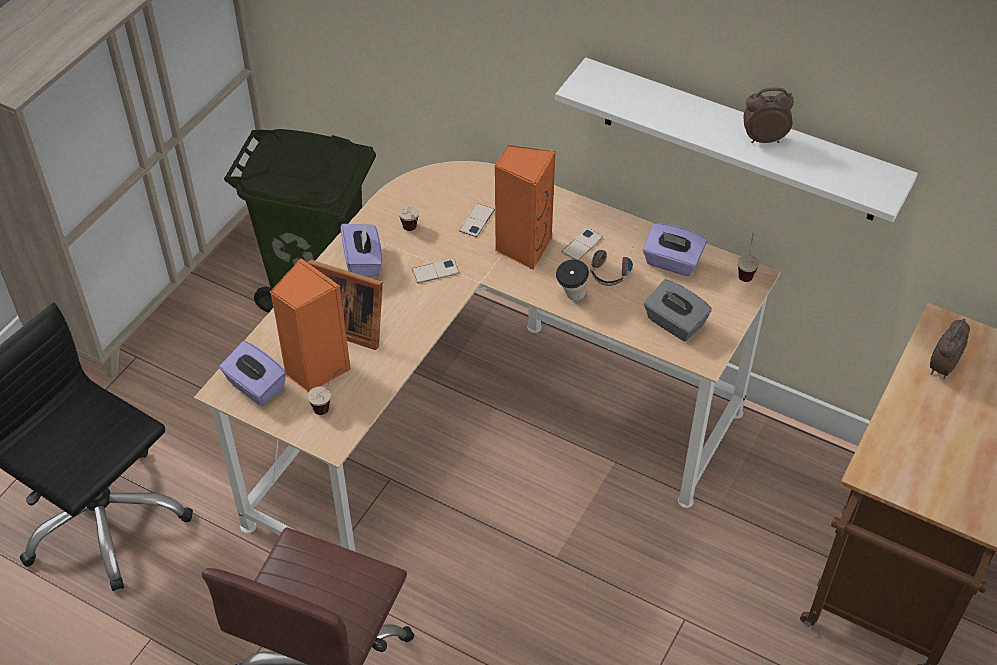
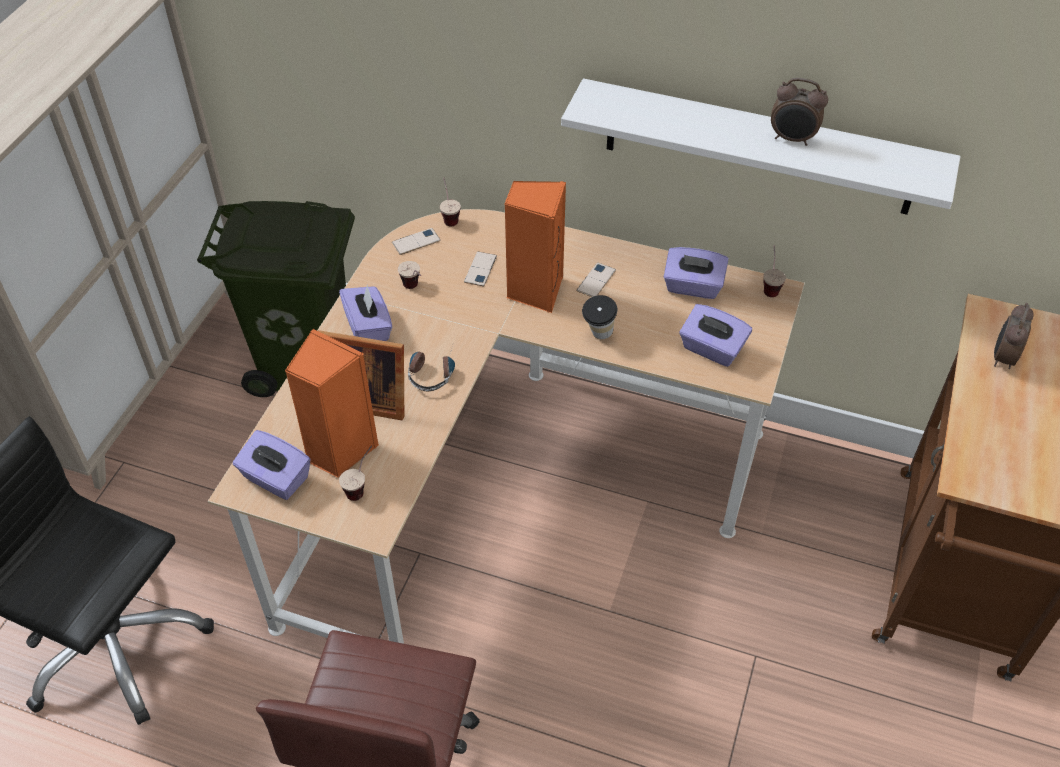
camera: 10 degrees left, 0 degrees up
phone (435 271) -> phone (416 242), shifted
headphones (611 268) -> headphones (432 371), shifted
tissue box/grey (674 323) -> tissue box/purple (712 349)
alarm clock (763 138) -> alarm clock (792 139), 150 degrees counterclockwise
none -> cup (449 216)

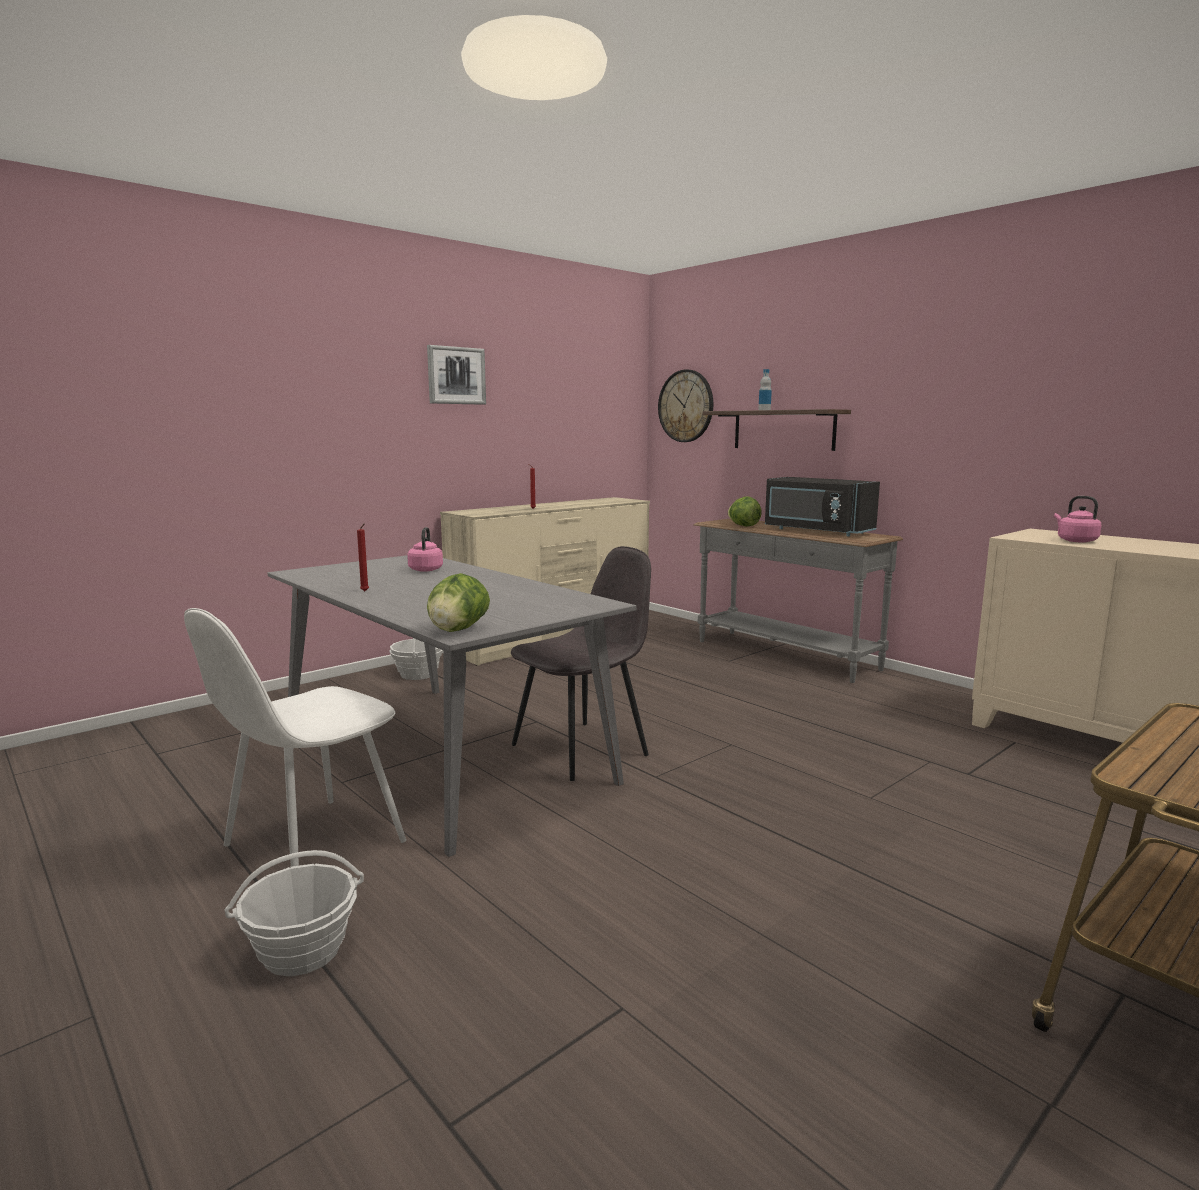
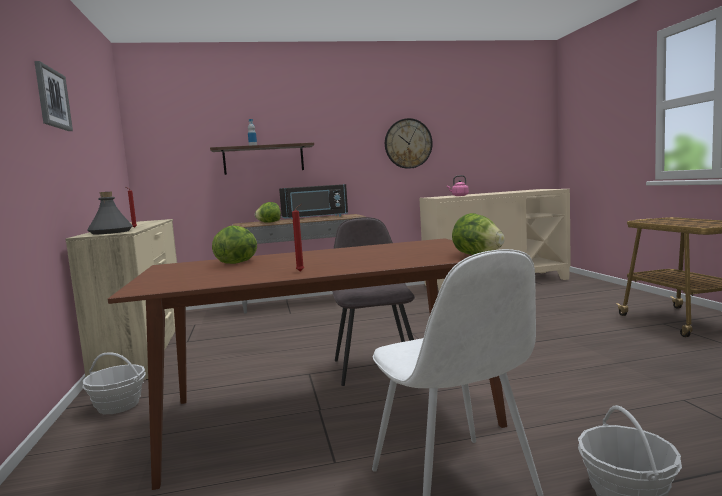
camera: 60 degrees left, 5 degrees down
dining table/grey (443 755) -> dining table/brown (329 412)
kettle/pink (426 569) -> lettuce (238 263)
wall clock (686 406) -> wall clock (408 143), shifted
none -> bottle/grey (111 232)

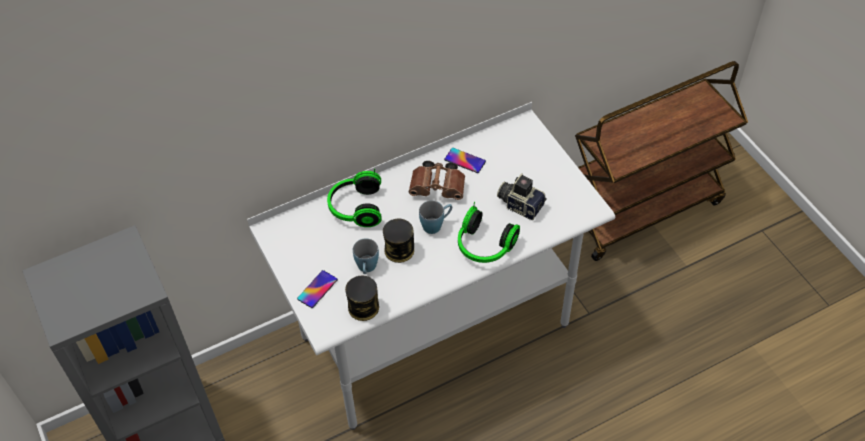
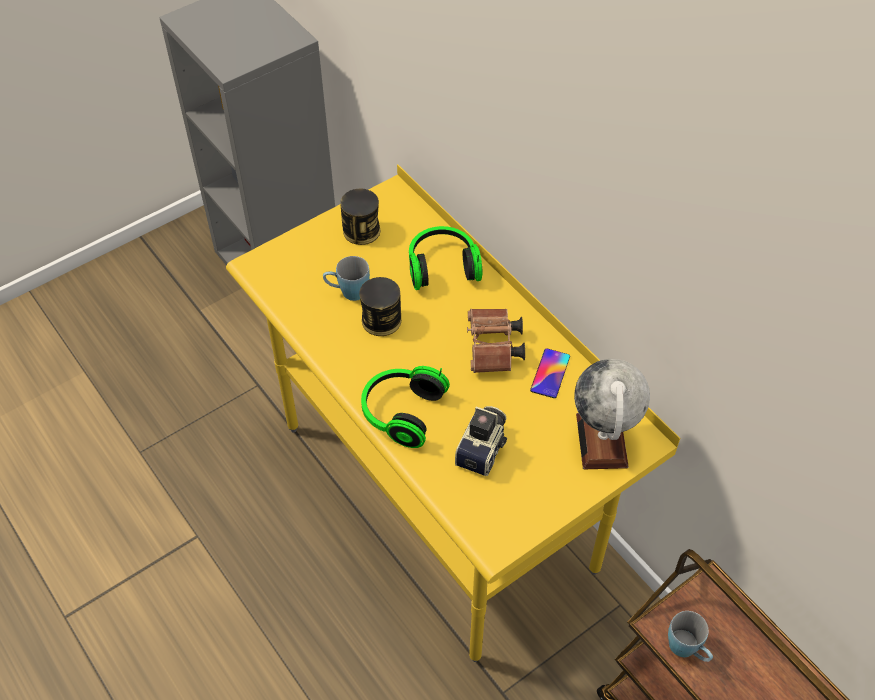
camera: 80 degrees right, 0 degrees up
desk/white (435 331) -> desk/yellow (438 497)
phone (317 289) -> none
can (363 307) -> can (361 231), shifted
mug/blue (436 224) -> mug/blue (687 650), shifted
none -> globe (602 440)

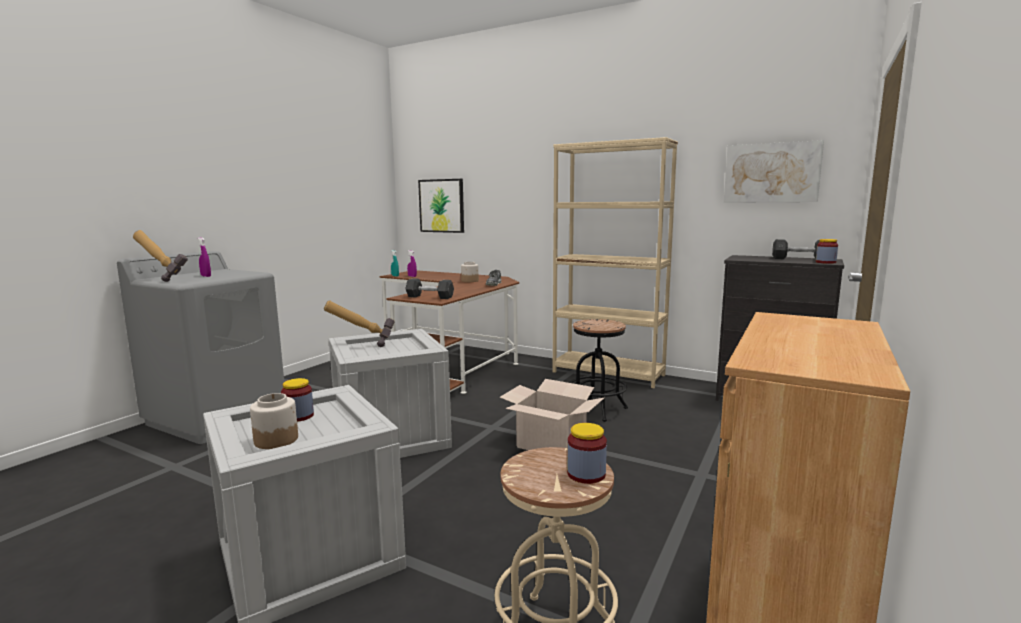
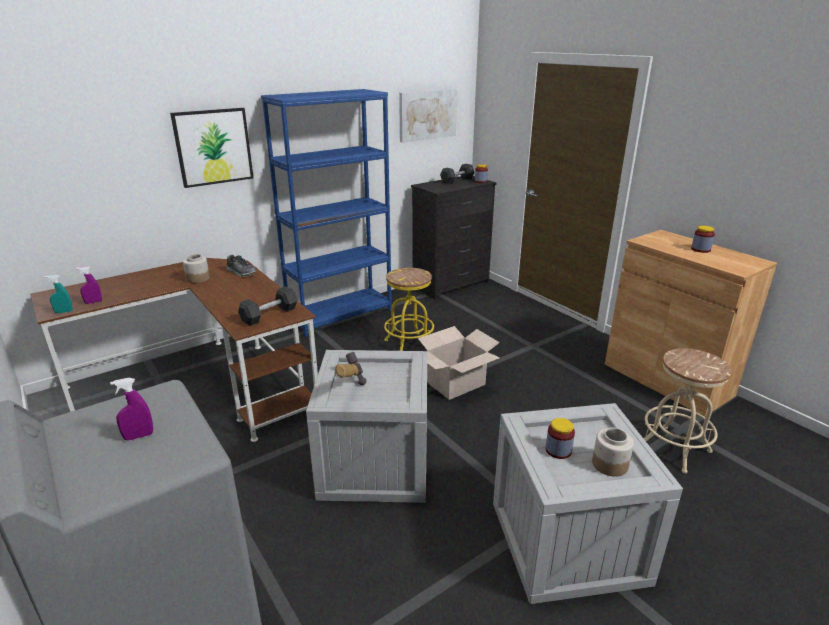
camera: 65 degrees left, 15 degrees up
hammer (164 279) -> none
picture (441 206) -> picture (213 147), shifted
bookcase/beige (608 374) -> bookcase/blue (340 315)
jar (586 474) -> jar (700 249), shifted
stool/black (597 409) -> stool/yellow (409 345)

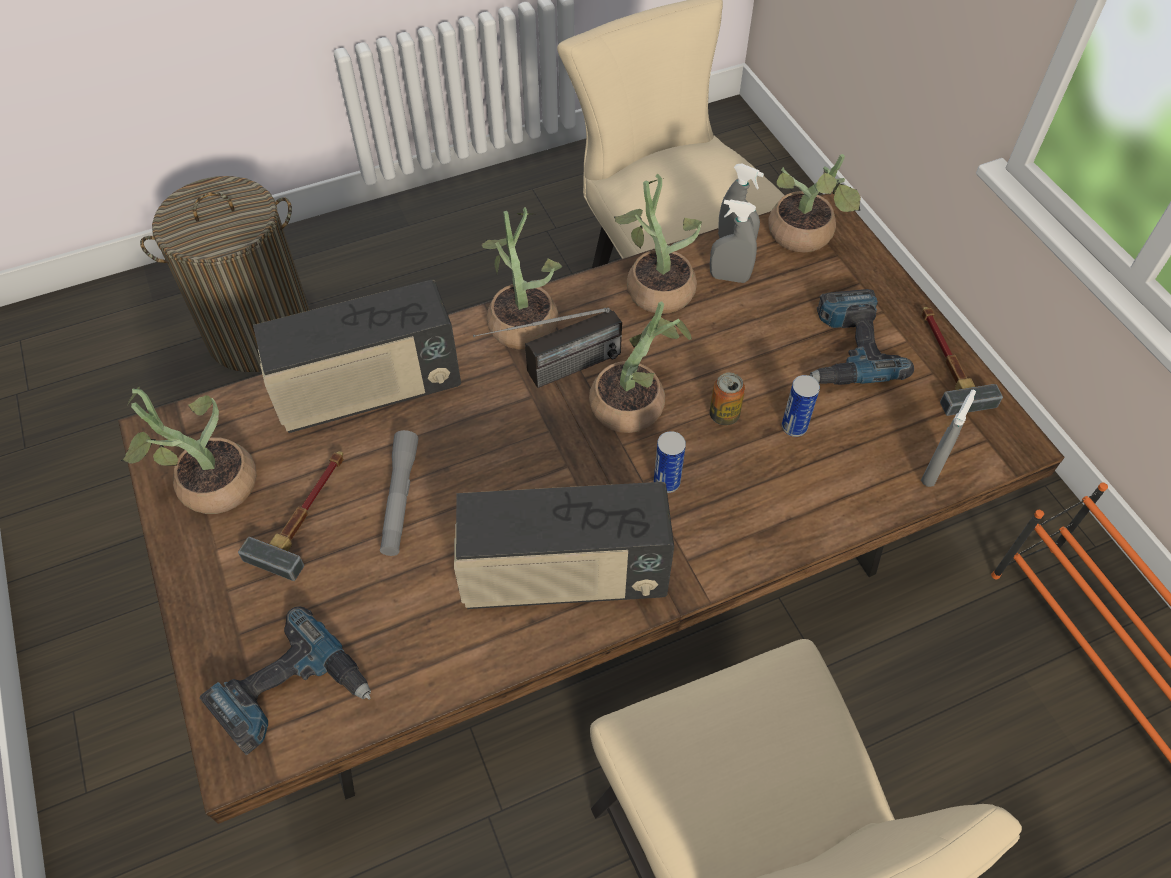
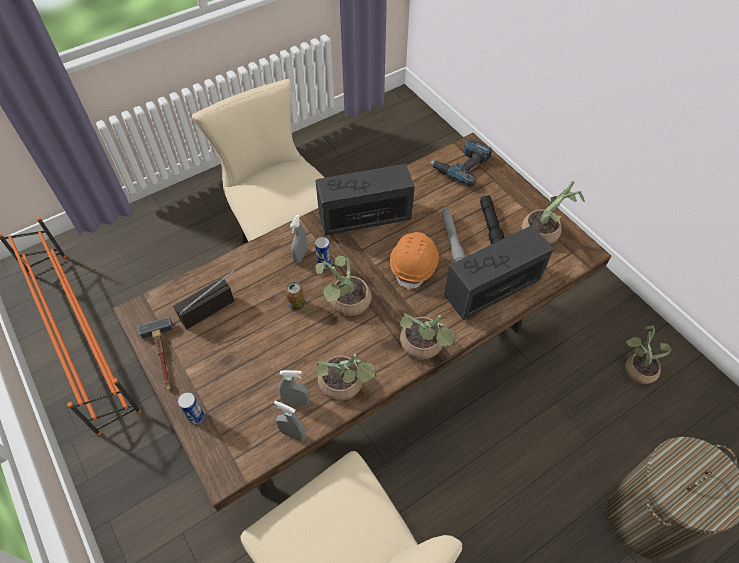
camera: 170 degrees right, 0 degrees up
hammer (307 512) -> flashlight/black (491 227)
radio (552 374) -> radio (220 302), shifted
potted plant (804 238) -> potted plant (637 367), shifted
can (794 427) -> can (196 417), shifted
power drill (845 348) -> none
spray bottle/grey (932 471) -> spray bottle/grey (300 256), shifted
none -> hard hat/orange (414 265)

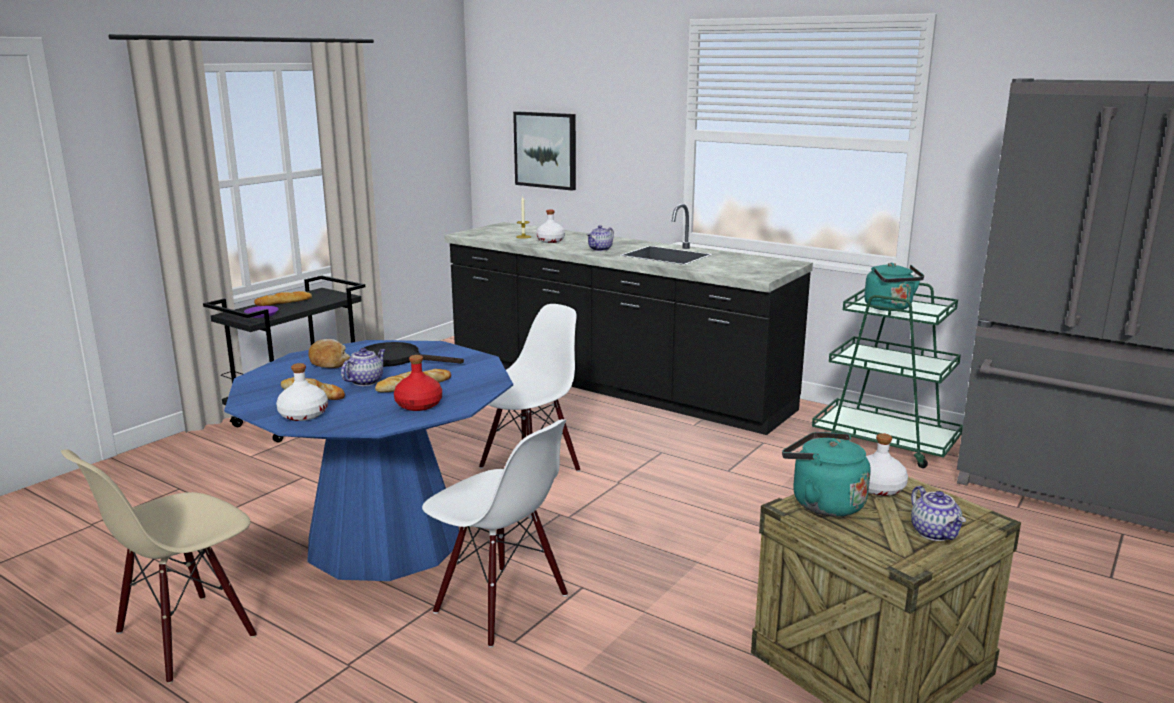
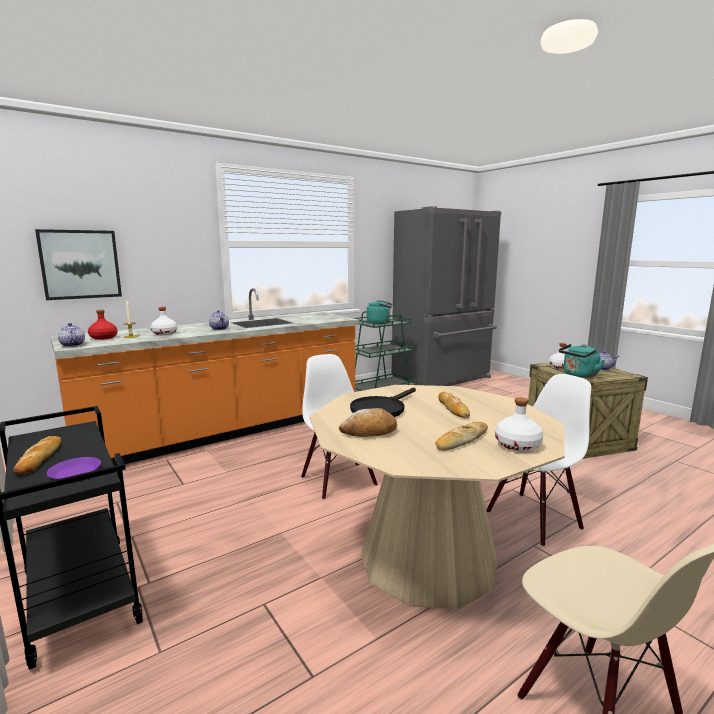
camera: 70 degrees left, 5 degrees down
dining table/blue (385 539) -> dining table/beige (428 558)
teapot (365 381) -> teapot (72 345), shifted
bottle/red (419 405) -> bottle/red (103 337), shifted
counter/black (614 385) -> counter/orange (228 431)

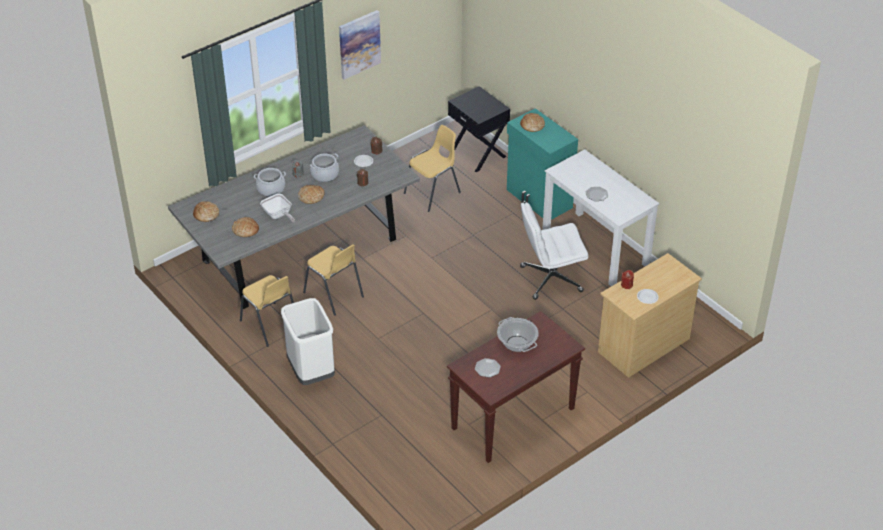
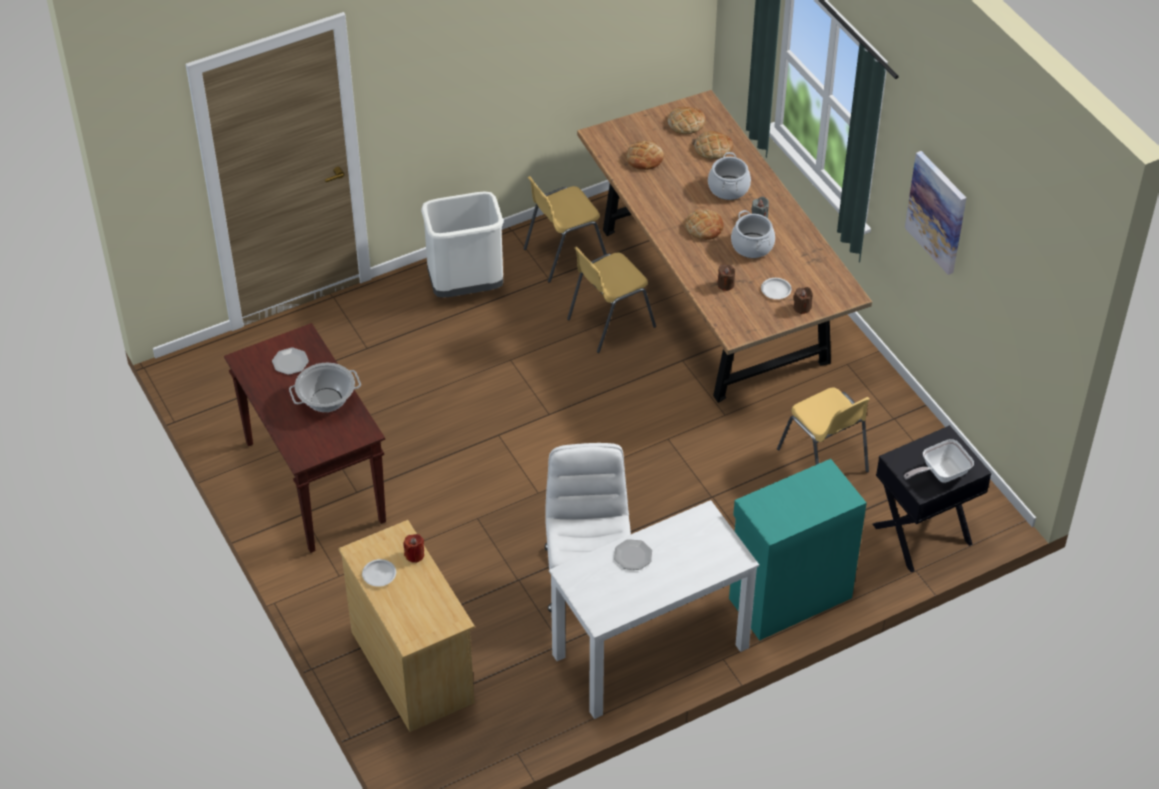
camera: 100 degrees right, 5 degrees up
dining table/grey (300 250) -> dining table/brown (713 295)
frying pan (278 215) -> frying pan (940 473), shifted
bread (532 125) -> bread (713 148), shifted

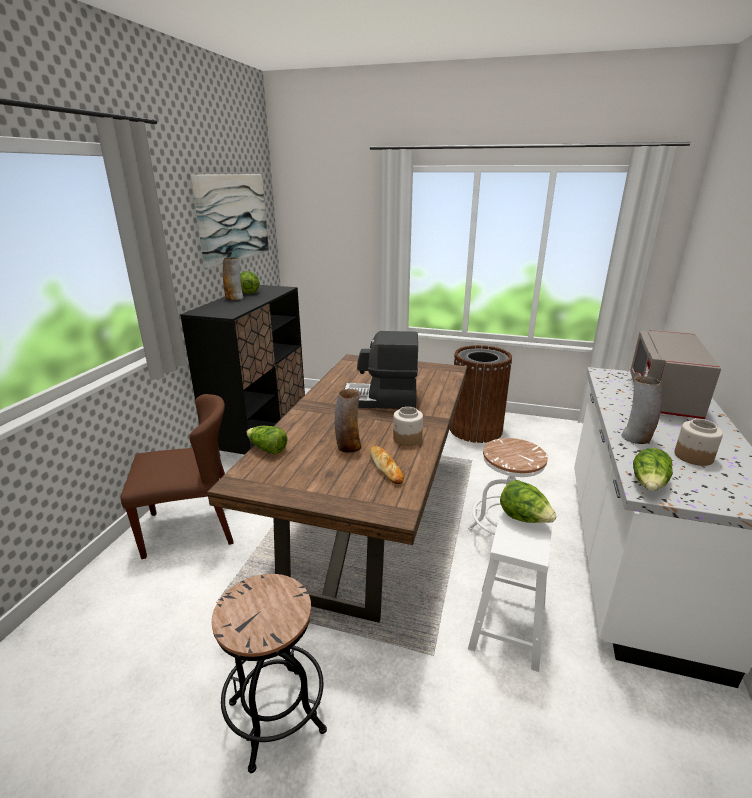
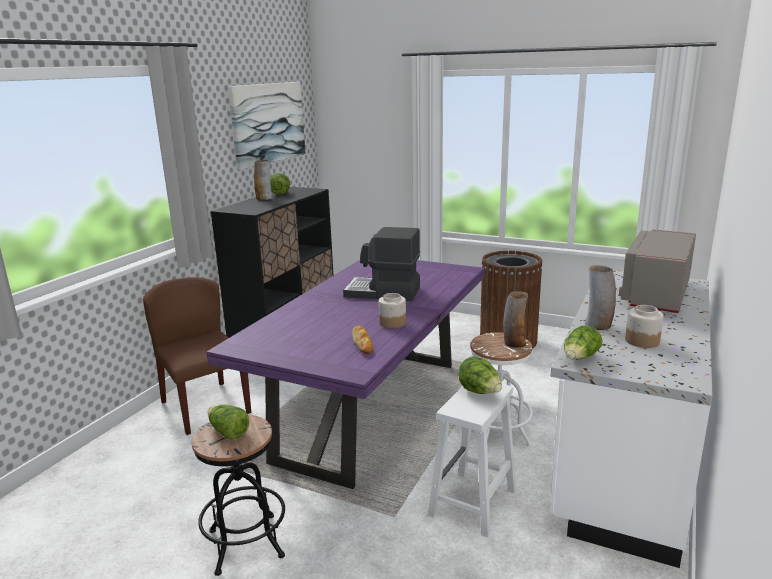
camera: 10 degrees right, 5 degrees down
chair/brown (192 527) -> chair/brown (205 407), 120 degrees counterclockwise
dining table/brown (370 518) -> dining table/purple (371 410)
lettuce (267 449) -> lettuce (228 432), shifted
vase (348 447) -> vase (514 343), shifted

